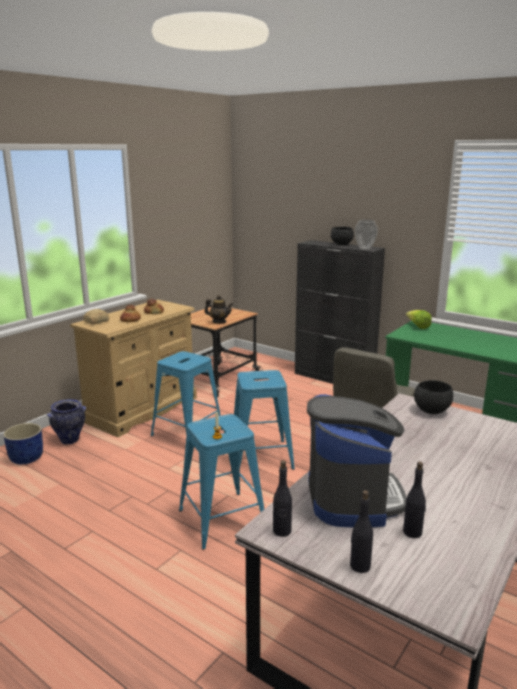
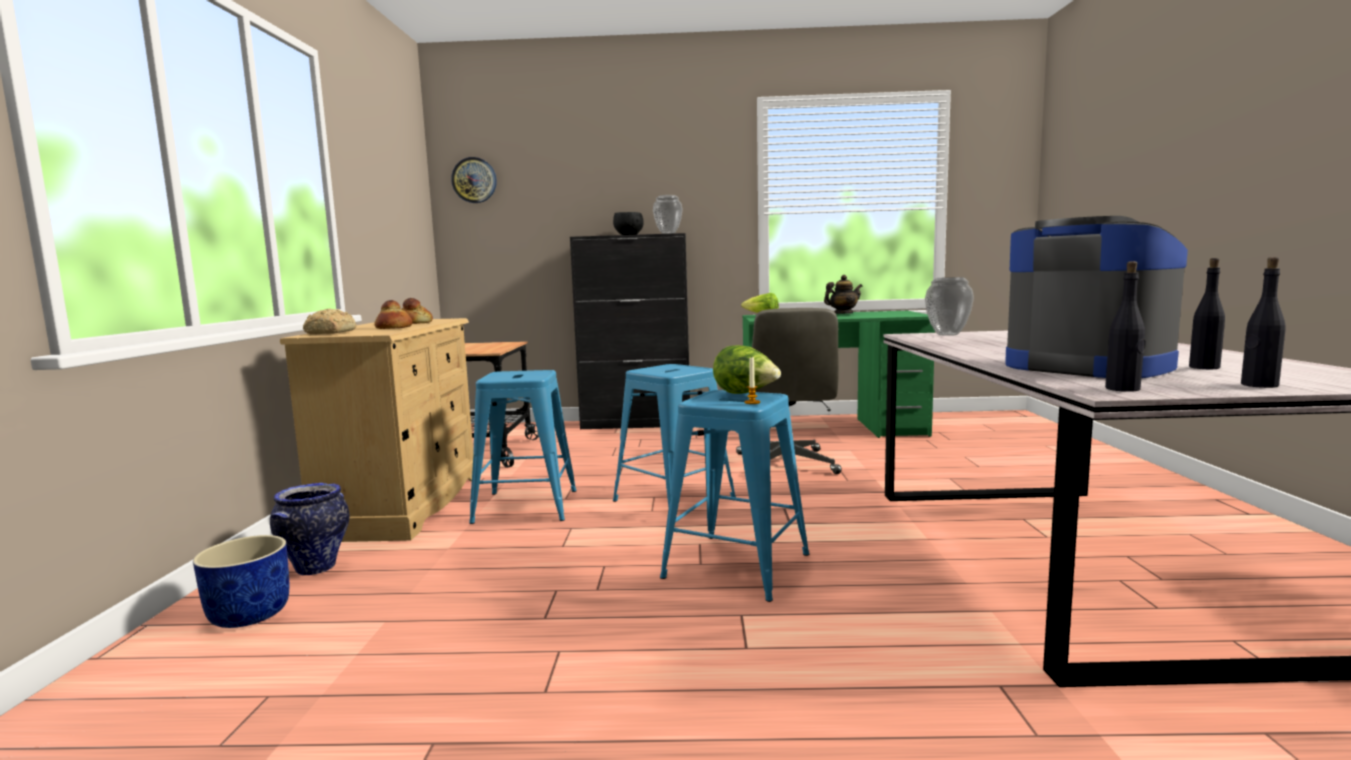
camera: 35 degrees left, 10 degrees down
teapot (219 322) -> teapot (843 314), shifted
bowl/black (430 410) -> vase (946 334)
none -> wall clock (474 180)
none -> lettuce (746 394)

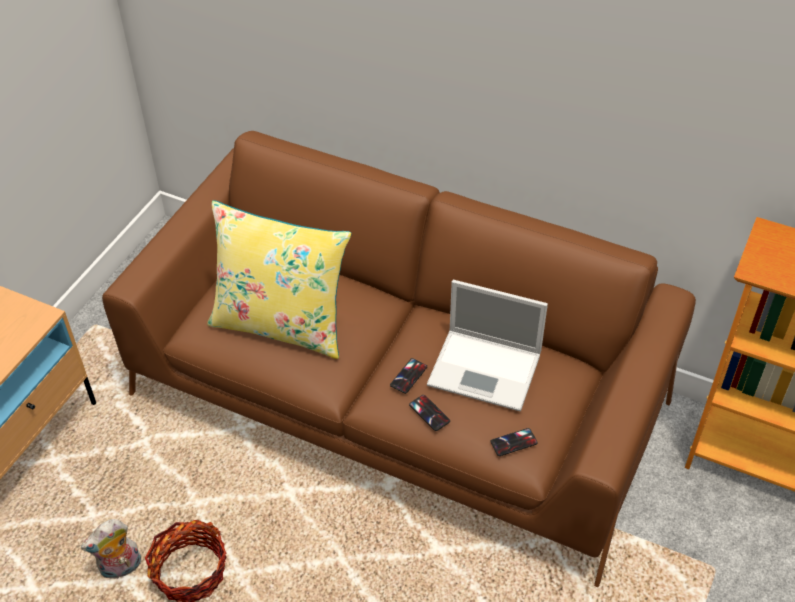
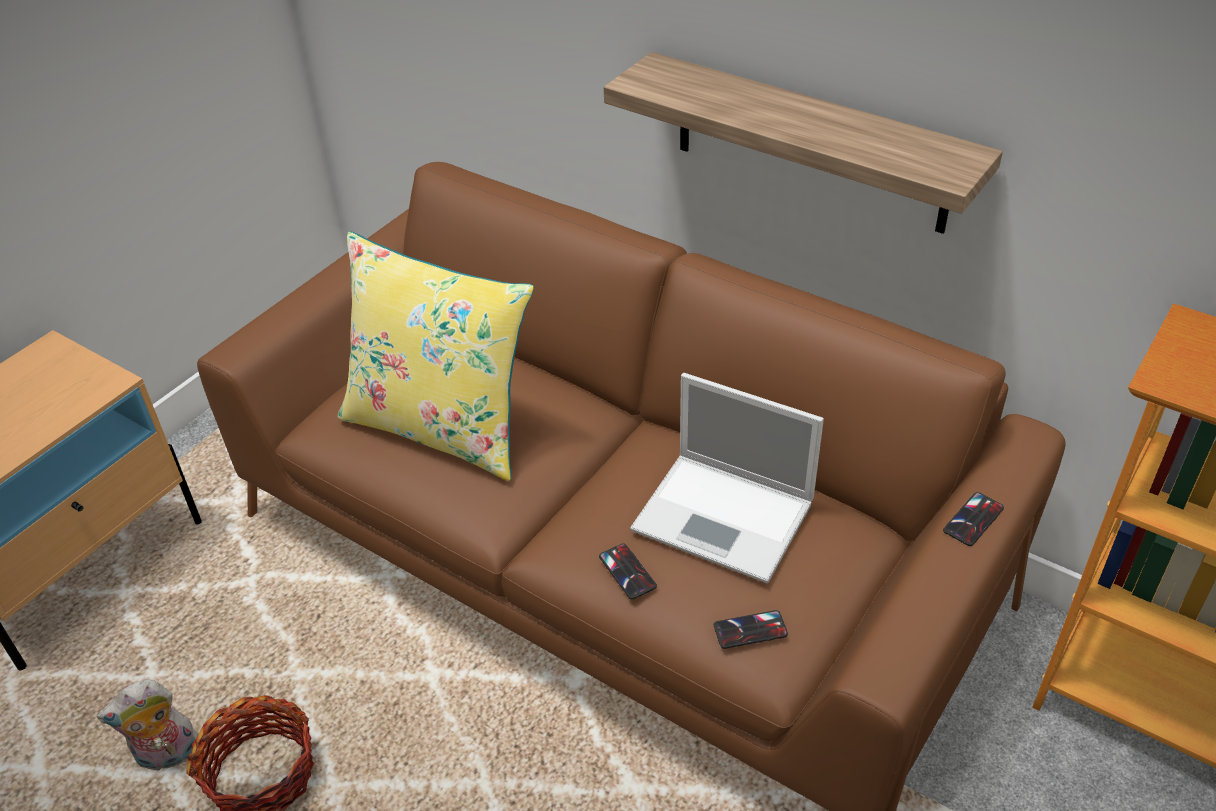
camera: 10 degrees right, 5 degrees down
phone (408 376) -> phone (973 519), shifted
none -> shelf (810 143)

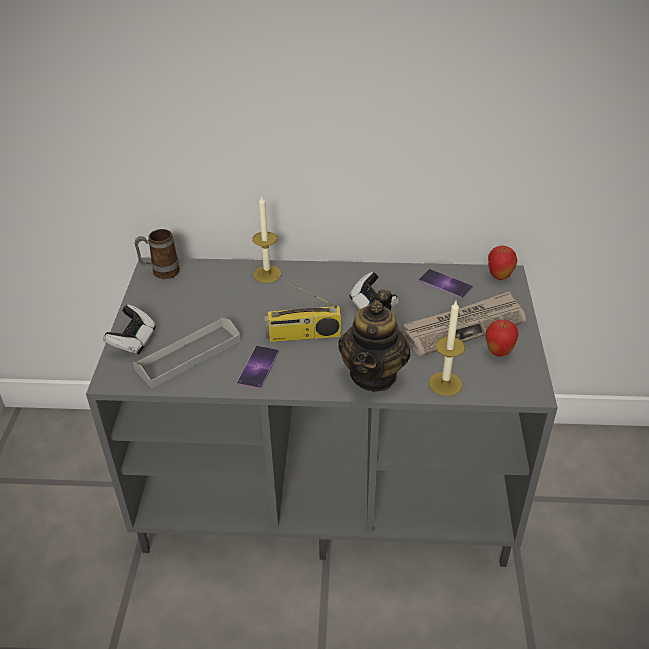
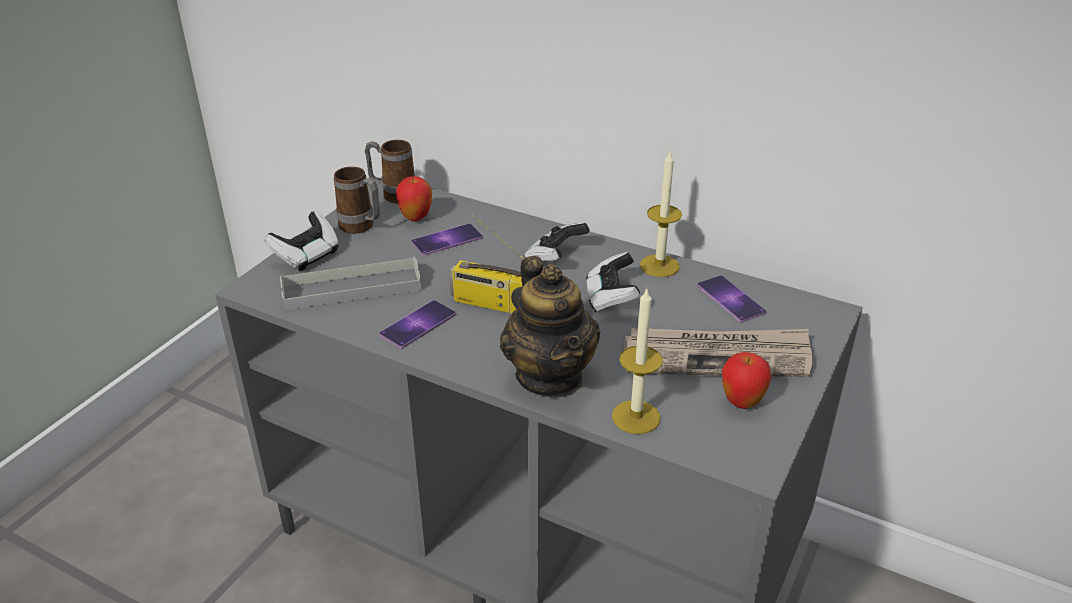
camera: 25 degrees right, 5 degrees down
candle (267 274) -> candle (659 266), shifted
teapot (374 375) -> teapot (550 376), 60 degrees counterclockwise
apple (499 276) -> apple (416 218), shifted
none -> mug (361 227)
none -> phone (447 240)
none -> game controller (555 259)

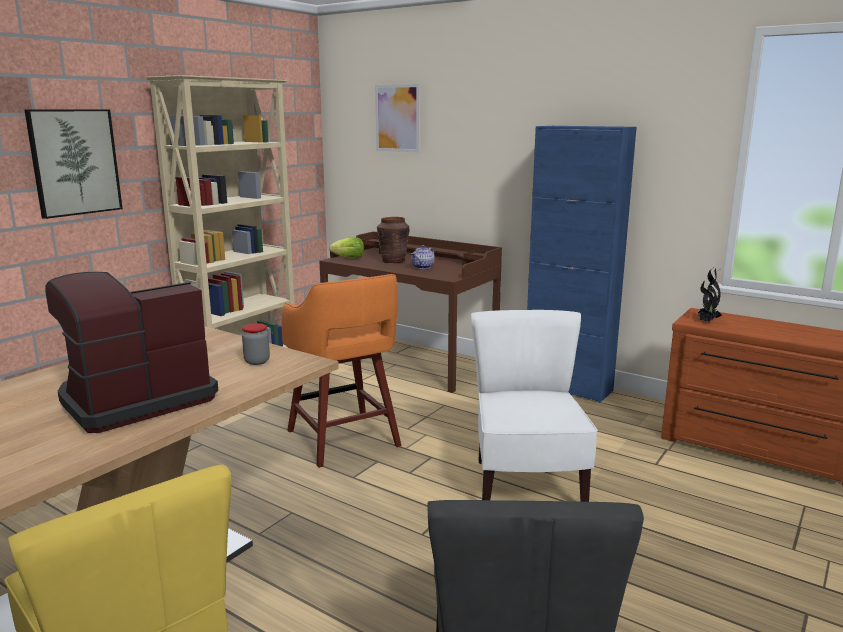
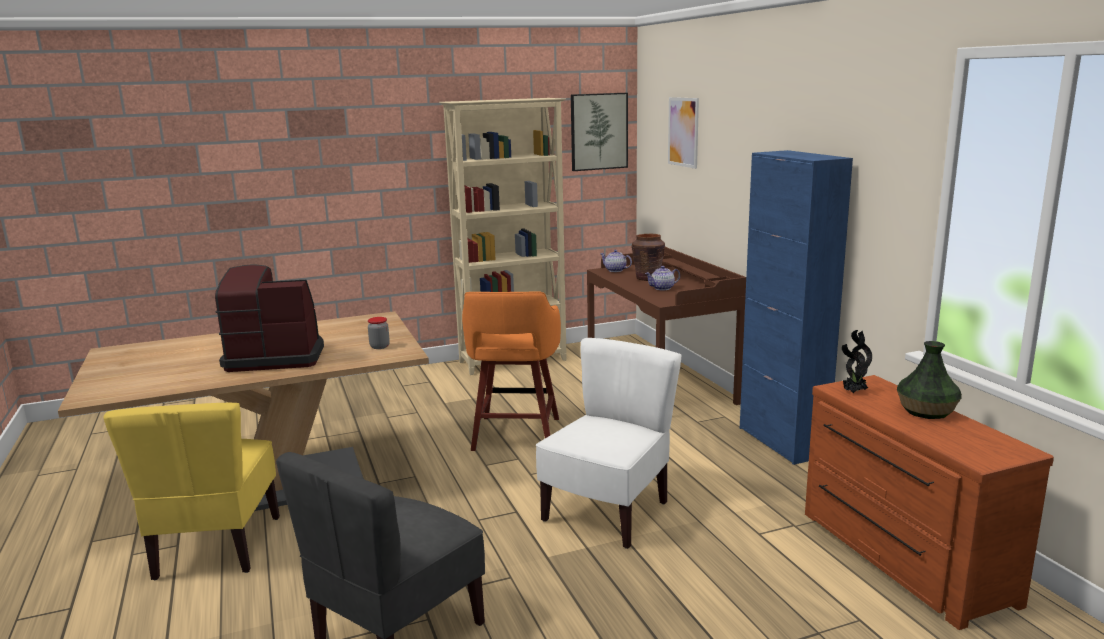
camera: 35 degrees right, 0 degrees up
picture (74 162) -> picture (598 131), shifted
lettuce (349 258) -> teapot (615 270)
none -> vase (927 411)

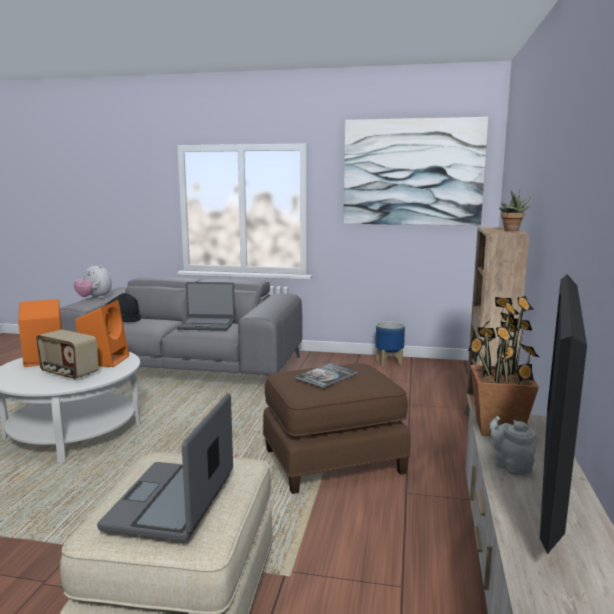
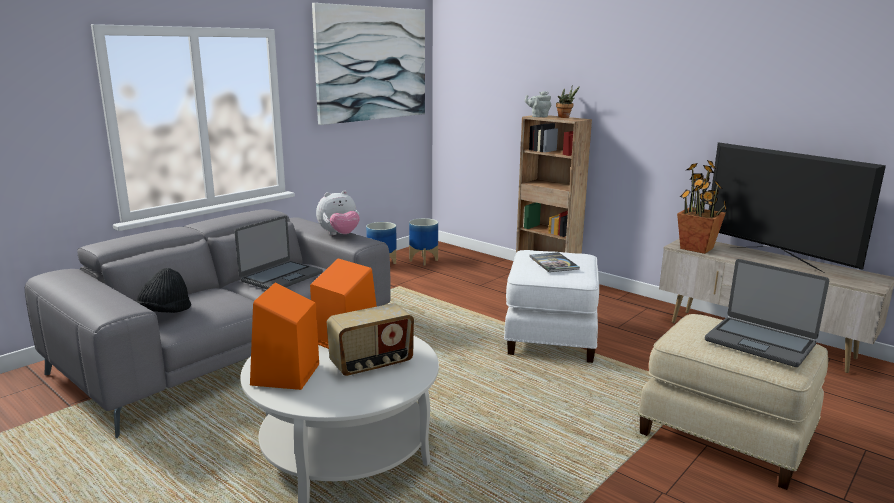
camera: 60 degrees left, 5 degrees up
plush toy (94 298) -> plush toy (339 235), shifted
ottoman/brown (332 460) -> ottoman/white (549 336)
teapot/grey (510 466) -> teapot/grey (538 116), shifted
none -> planter (424 260)

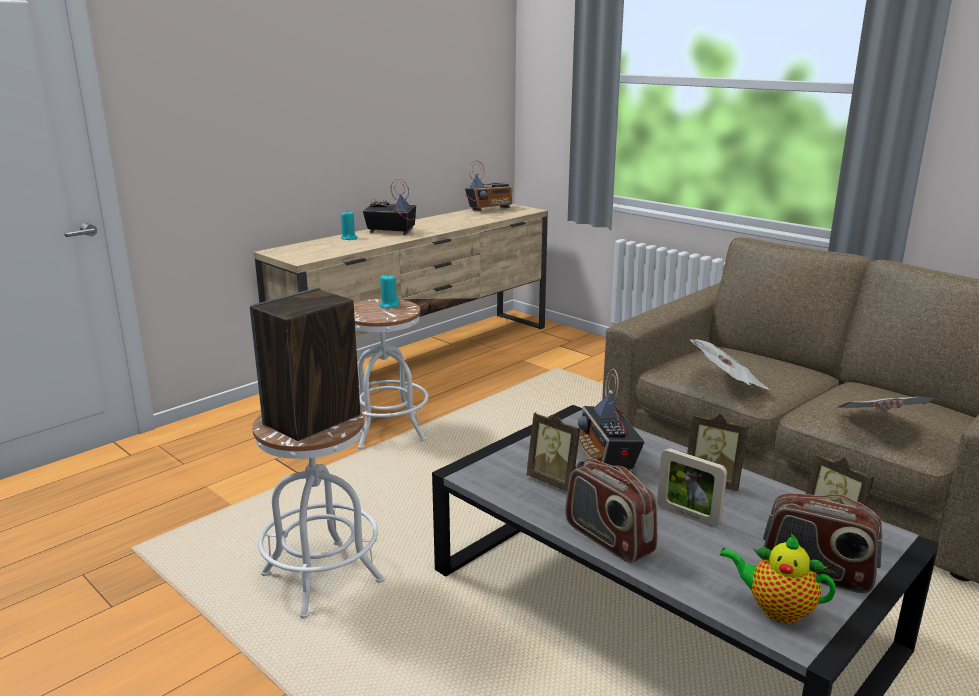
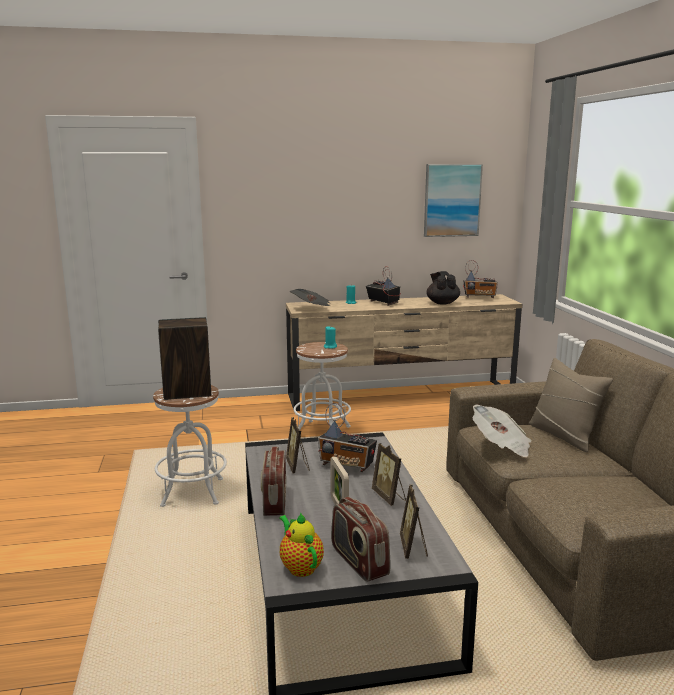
camera: 35 degrees right, 5 degrees down
radio (607 459) -> radio (347 465), 90 degrees counterclockwise
newspaper (879 424) -> newspaper (312 309), shifted
none -> picture (452 200)
none -> teapot/black (442 303)
none -> pillow/beige (564 436)

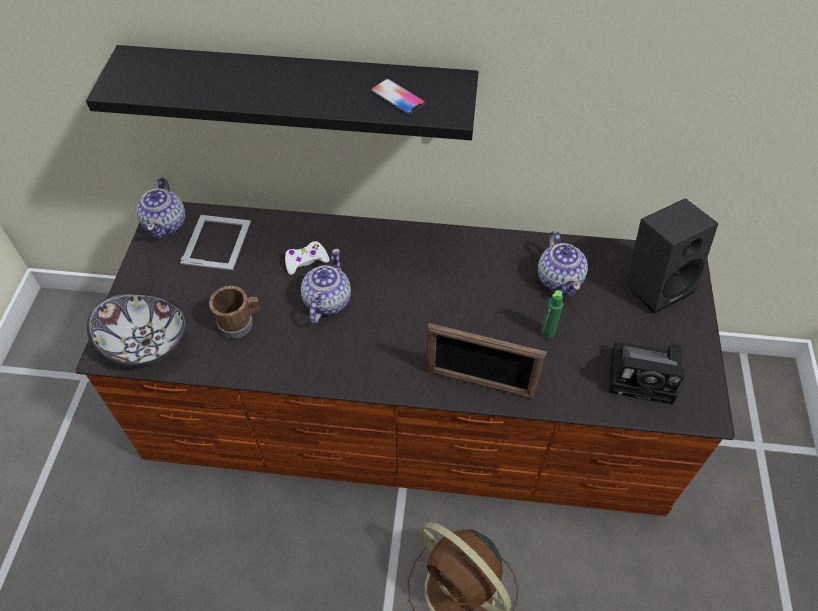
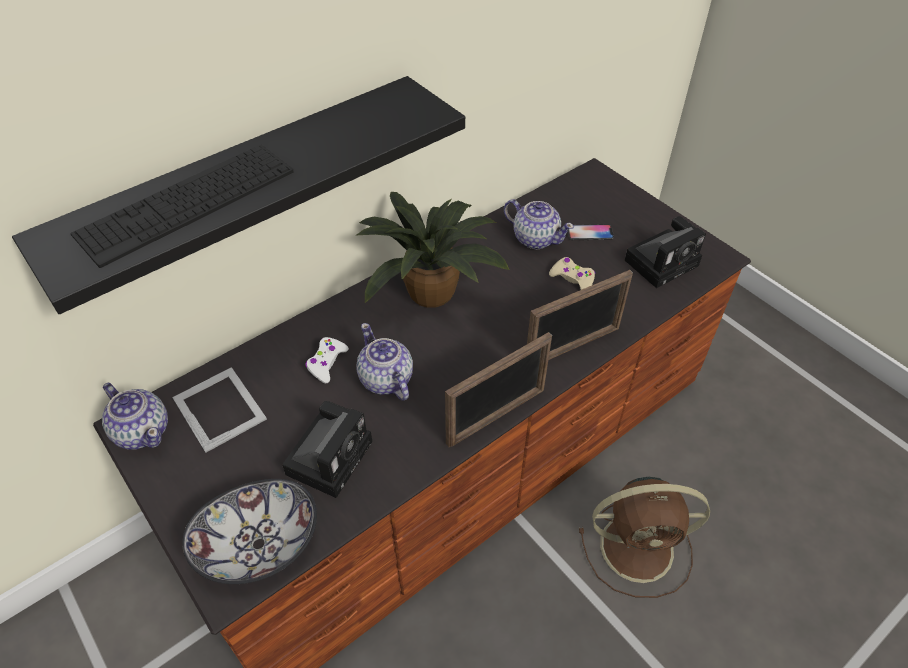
camera: 45 degrees left, 5 degrees down
mug/brown (240 323) -> photo camera (331 454)
phone (397 98) -> phone (590 233), shifted
bottle/green (548 332) -> game controller/beige (572 278)
speaker/black (656 284) -> none
none -> keyboard (187 202)
none -> potted plant (431 289)
none -> picture frame (496 416)

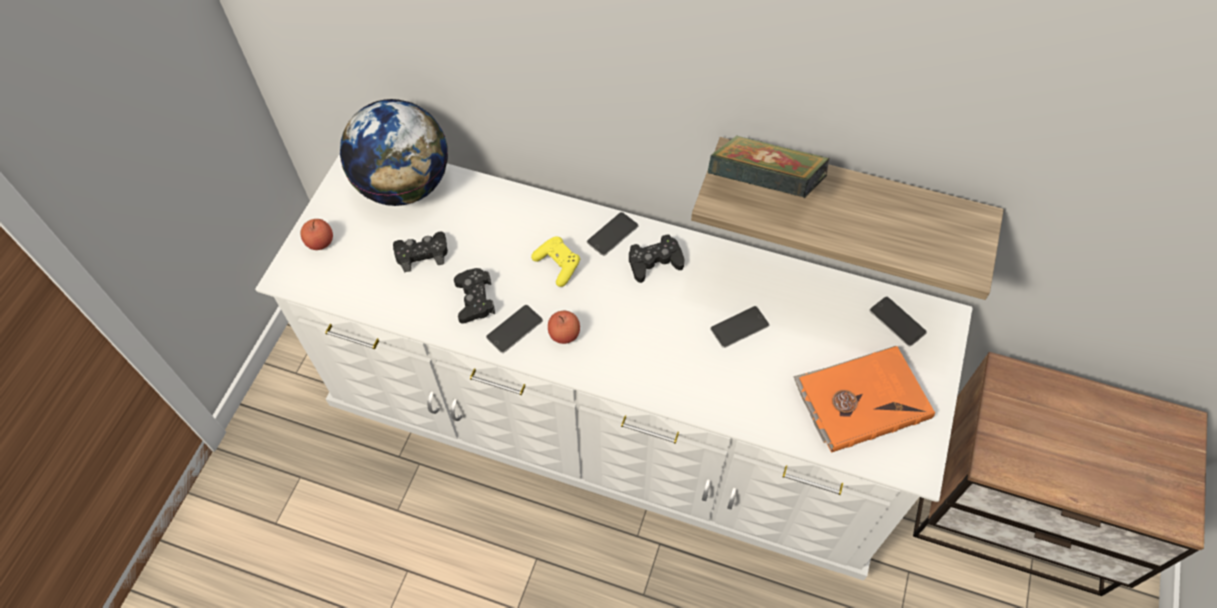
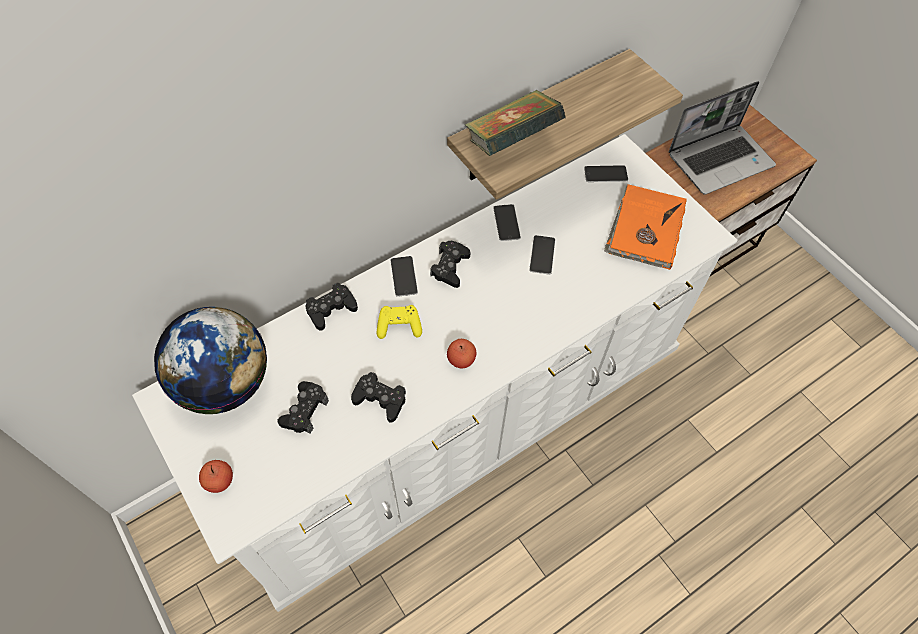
camera: 55 degrees left, 0 degrees up
phone (514 329) -> phone (506 222), shifted
none -> game controller/black (331 309)
none -> laptop (720 159)

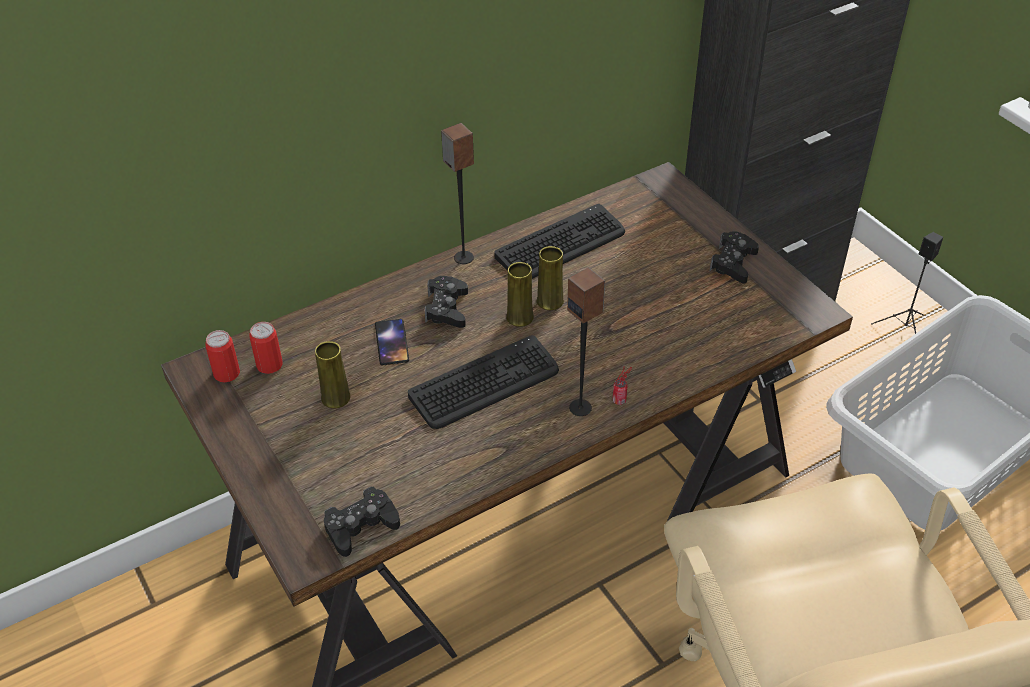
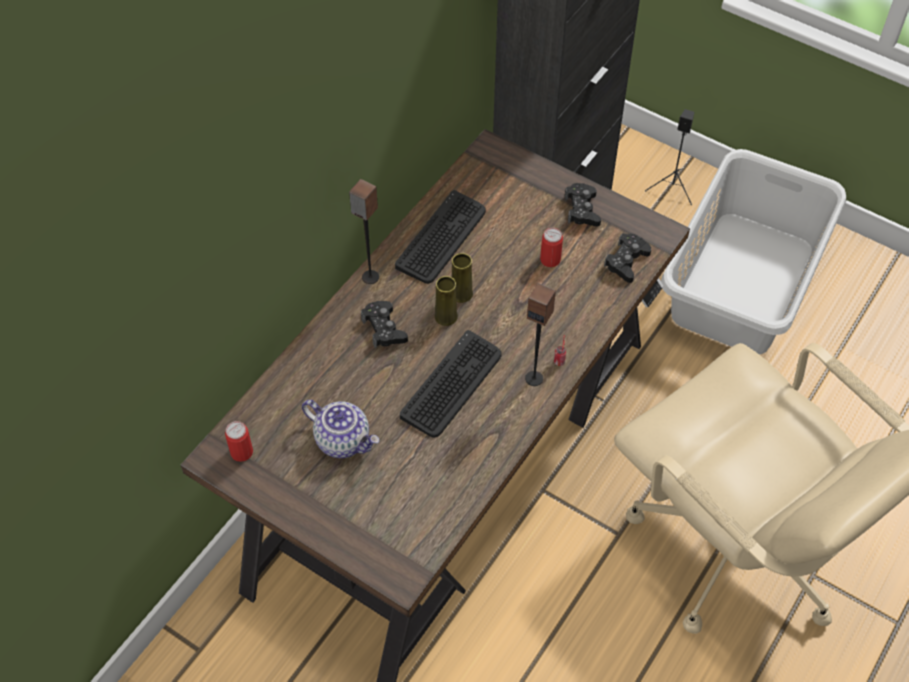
camera: 25 degrees left, 10 degrees up
can (269 365) -> can (550 259), shifted
vase/yellow (335 398) -> teapot (343 440)
game controller/black (361 526) -> game controller/black (626 261), shifted
phone (392 342) -> none

